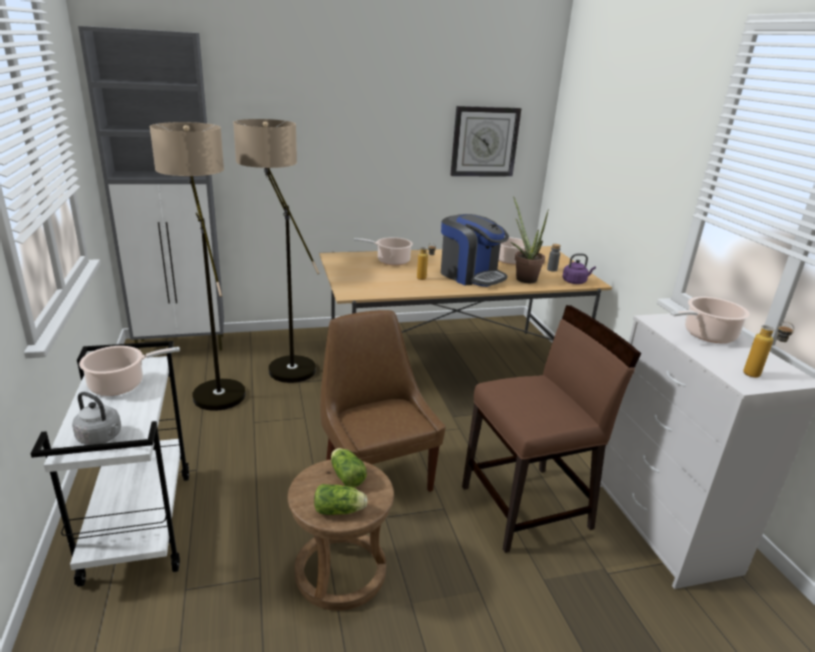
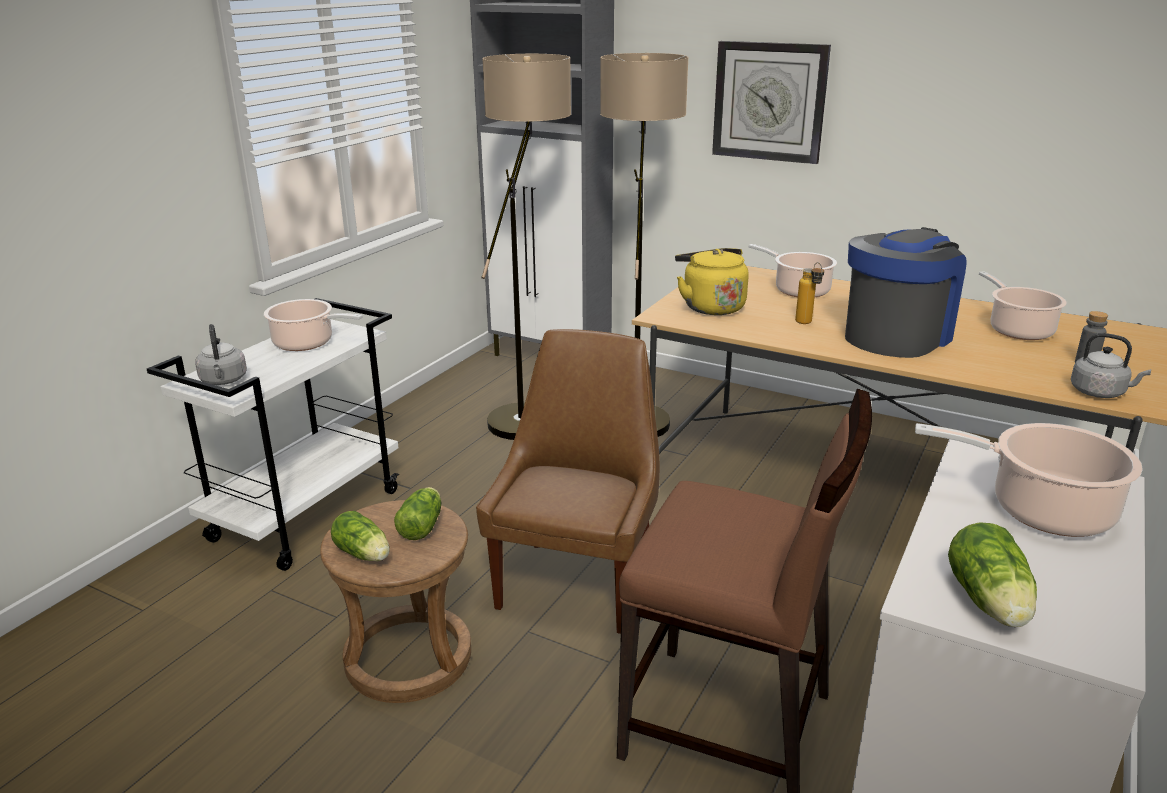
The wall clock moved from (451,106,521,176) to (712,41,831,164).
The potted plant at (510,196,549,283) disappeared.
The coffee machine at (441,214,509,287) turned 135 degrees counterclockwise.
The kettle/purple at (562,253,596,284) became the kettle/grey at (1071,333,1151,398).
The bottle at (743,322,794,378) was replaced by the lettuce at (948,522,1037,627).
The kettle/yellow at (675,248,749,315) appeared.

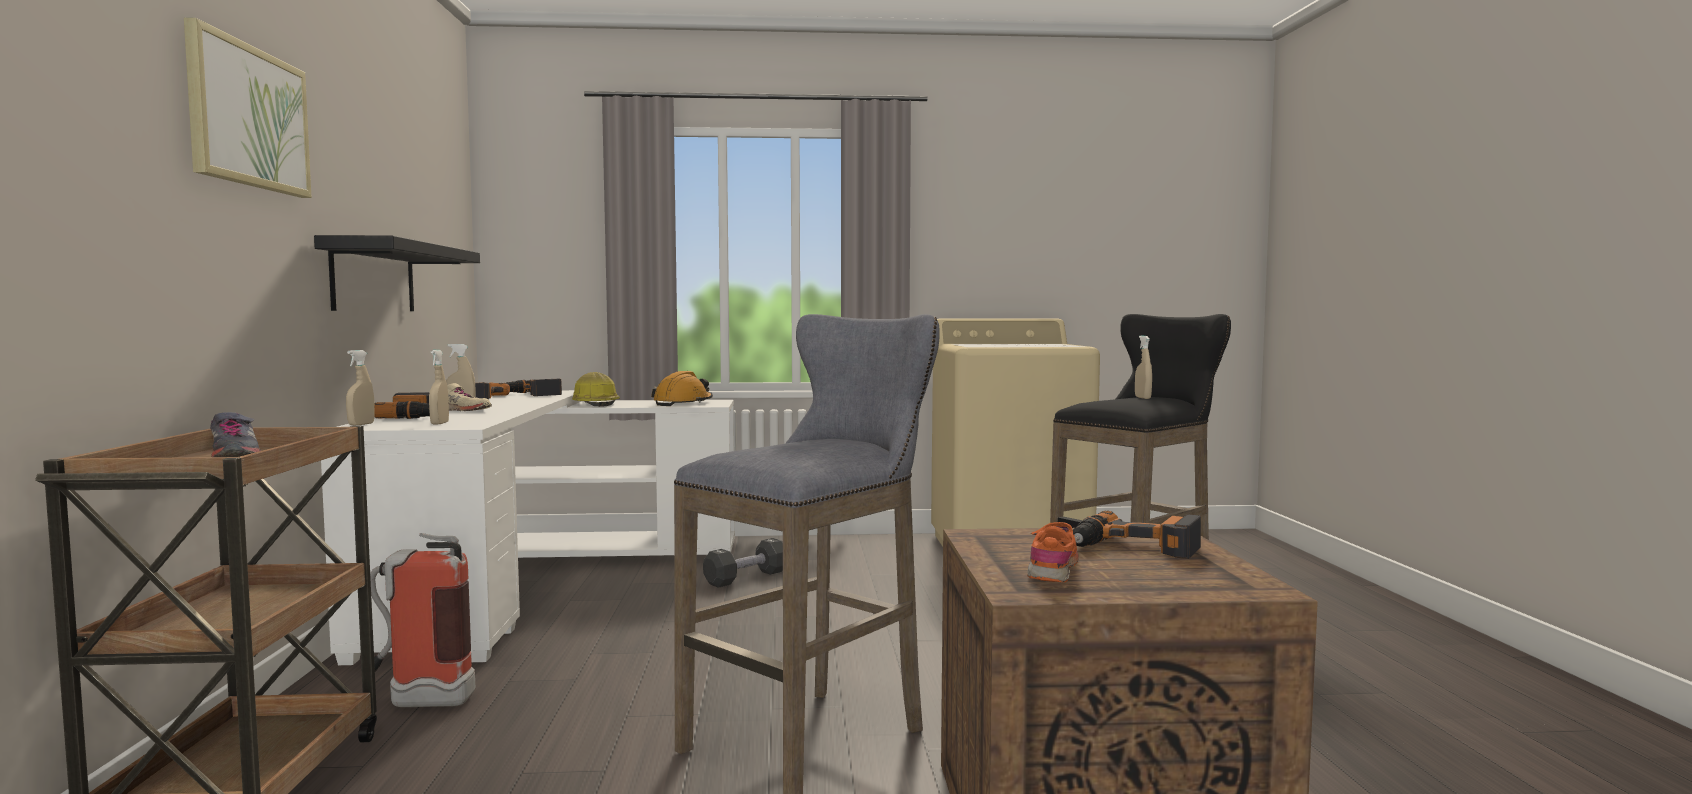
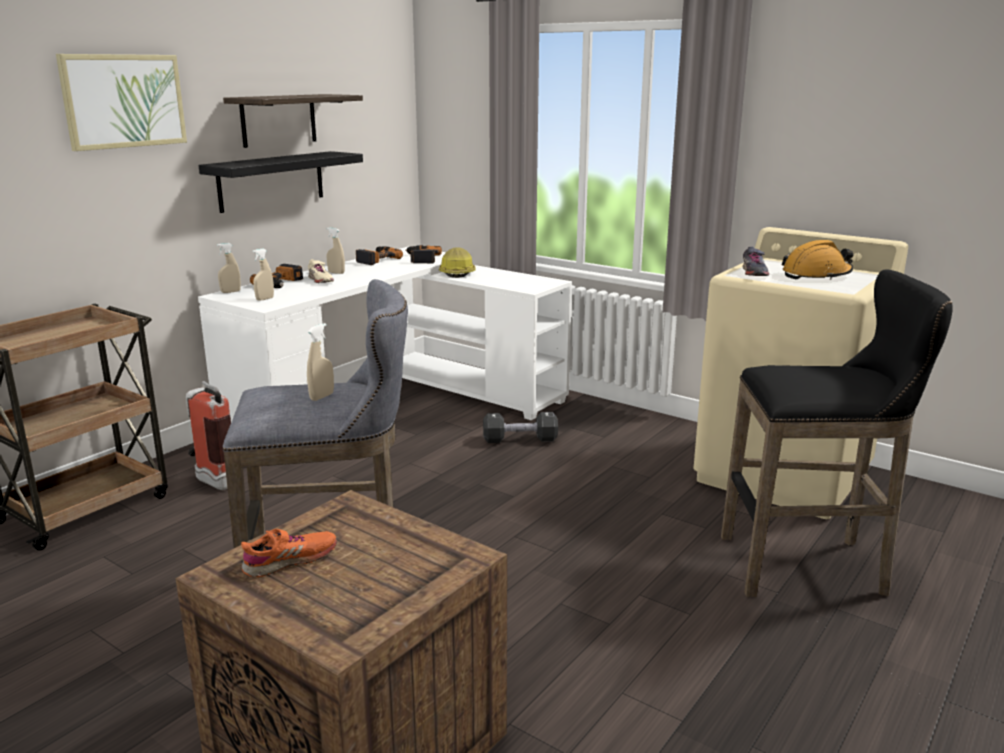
The spray bottle/beige moved from (1135,336,1152,399) to (307,323,334,401).
The hard hat/orange moved from (651,371,713,406) to (782,240,854,280).
The shoe/grey moved from (210,412,261,457) to (743,247,769,276).
The power drill at (1073,511,1201,559) disappeared.
The shelf at (223,94,363,148) appeared.

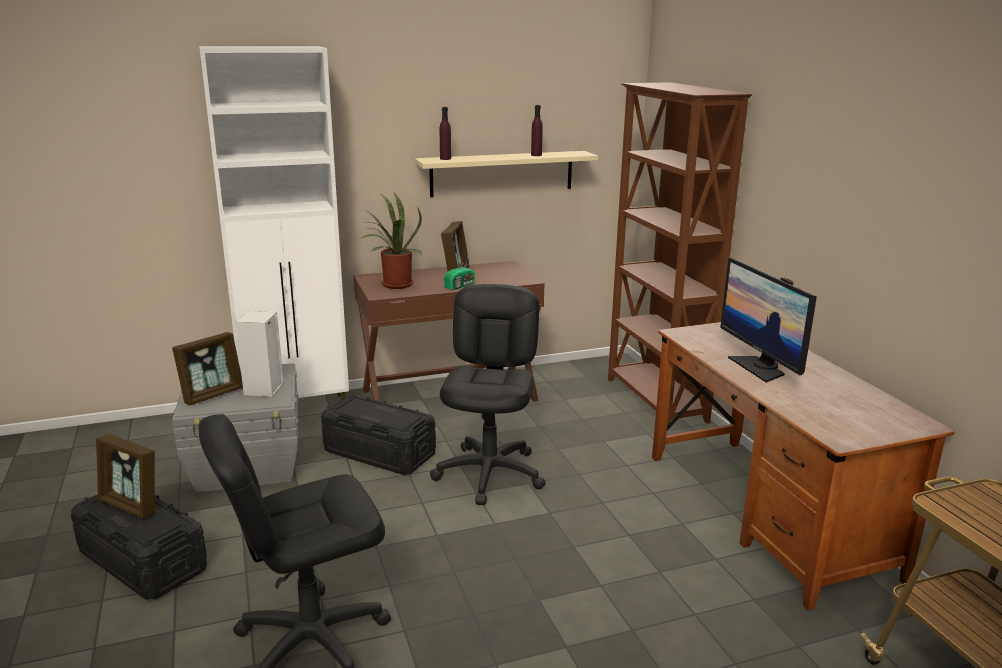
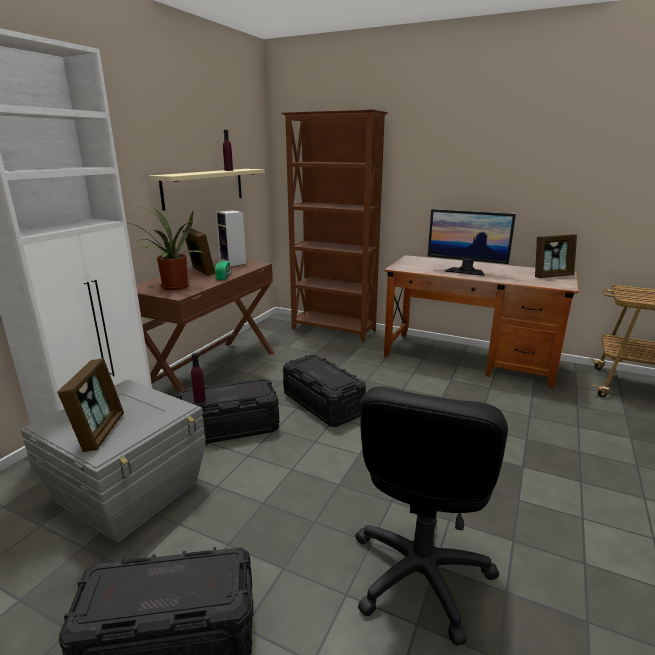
The bottle/purple moved from (440,107,451,160) to (191,353,206,403).
The office chair/black at (430,284,546,505) was replaced by the storage box/black at (283,355,366,427).
The speaker moved from (235,311,284,397) to (215,210,246,266).
The picture frame moved from (96,434,155,519) to (535,234,577,278).

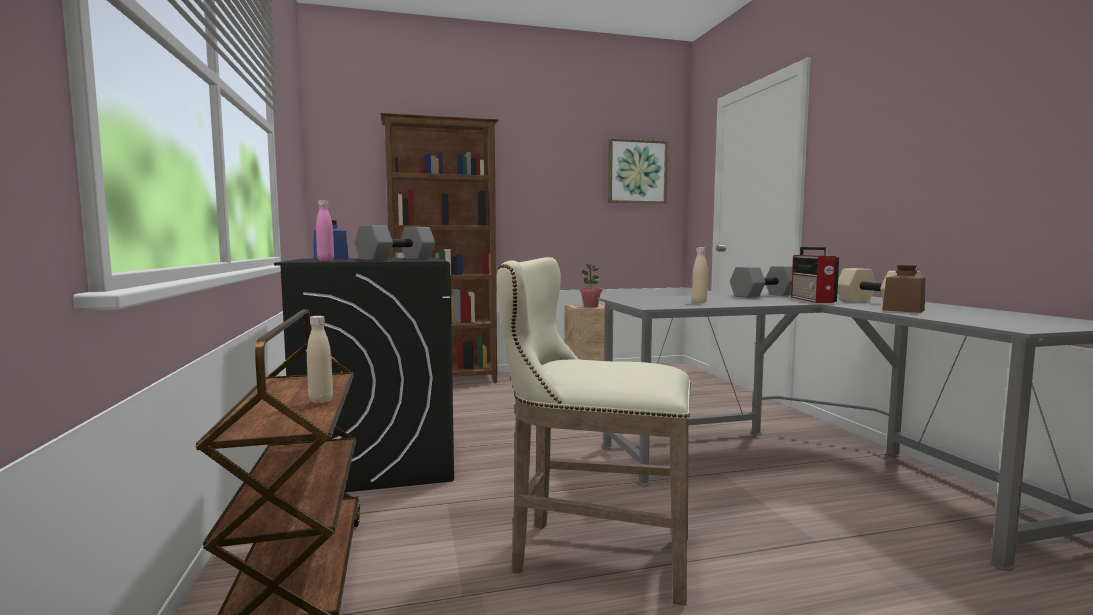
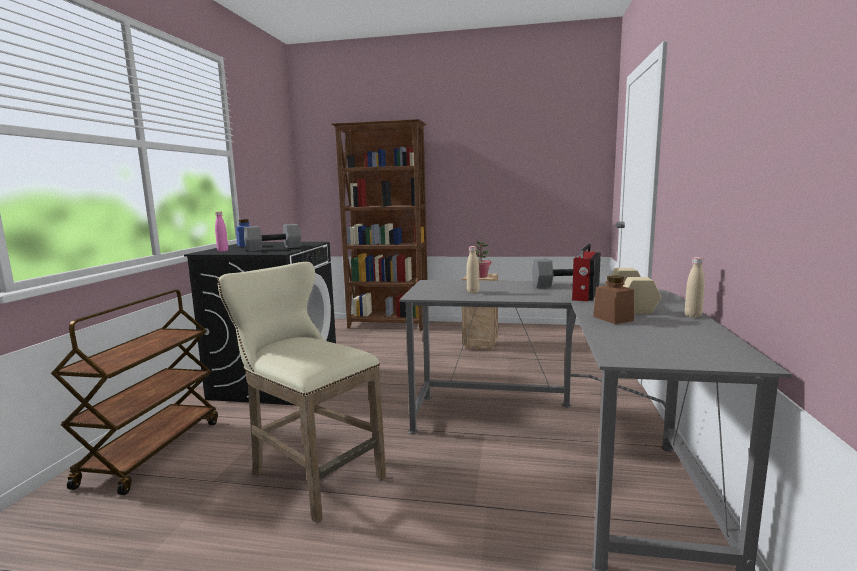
The picture at (608,138,668,204) disappeared.
The bottle/beige moved from (307,316,333,403) to (685,257,705,318).

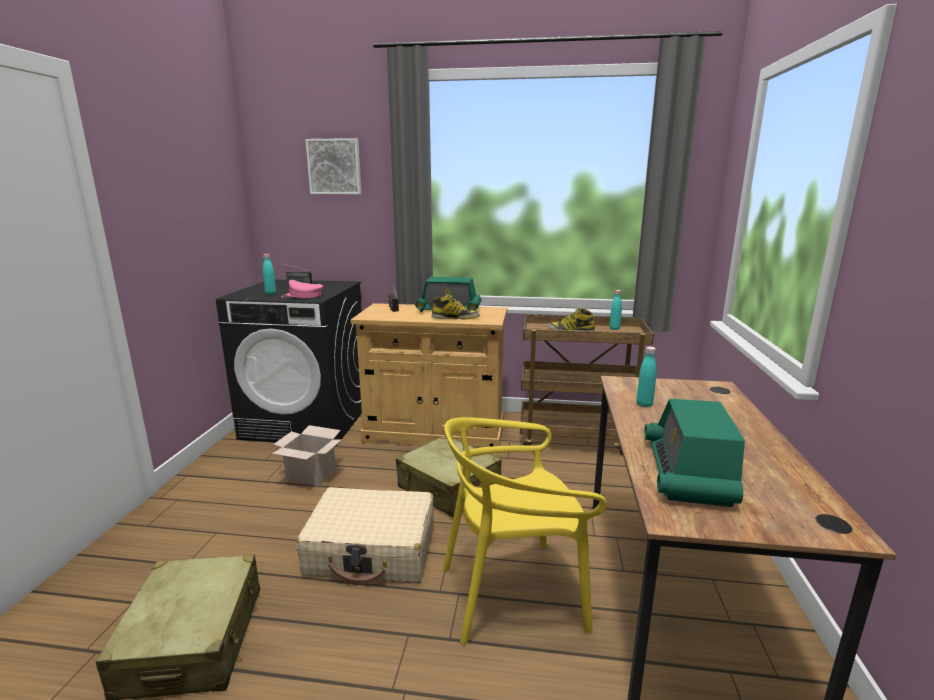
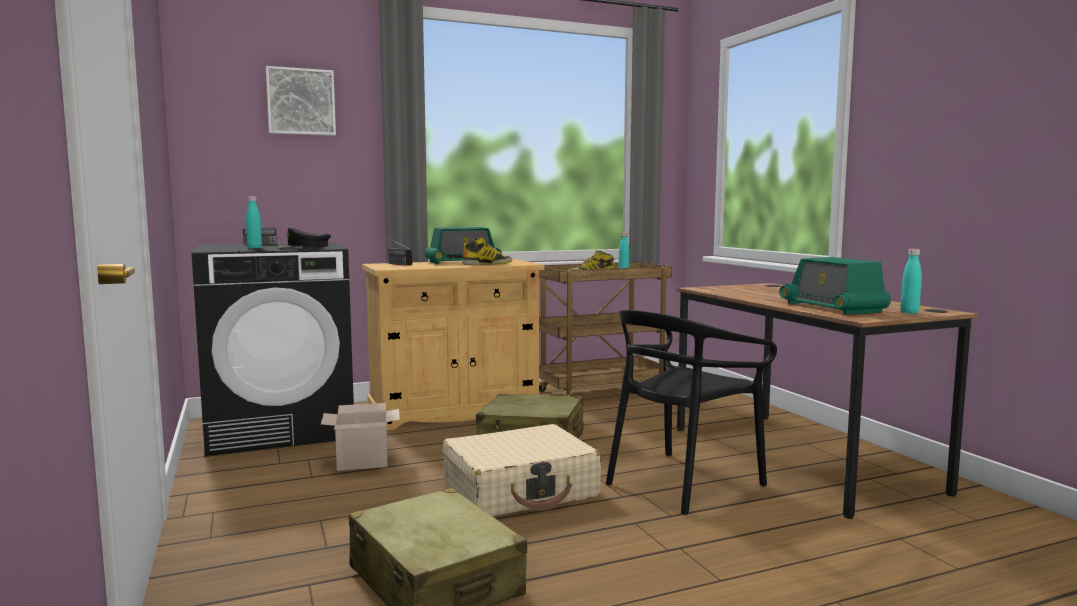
The cap/pink at (281,280,323,298) became the cap/black at (277,227,331,249).
The bottle/turquoise moved from (637,347,657,407) to (900,249,922,314).
The chair/yellow at (443,417,607,644) became the chair/black at (606,310,777,515).

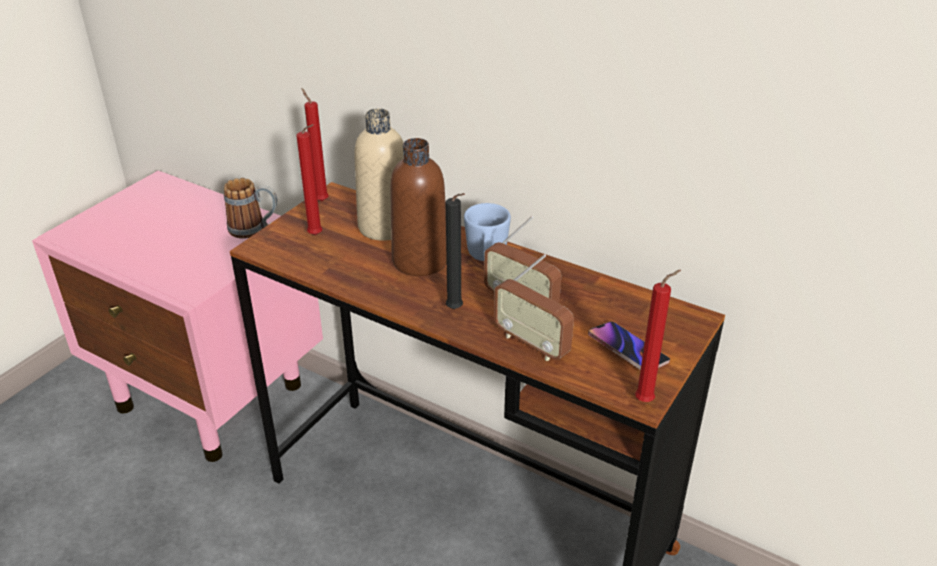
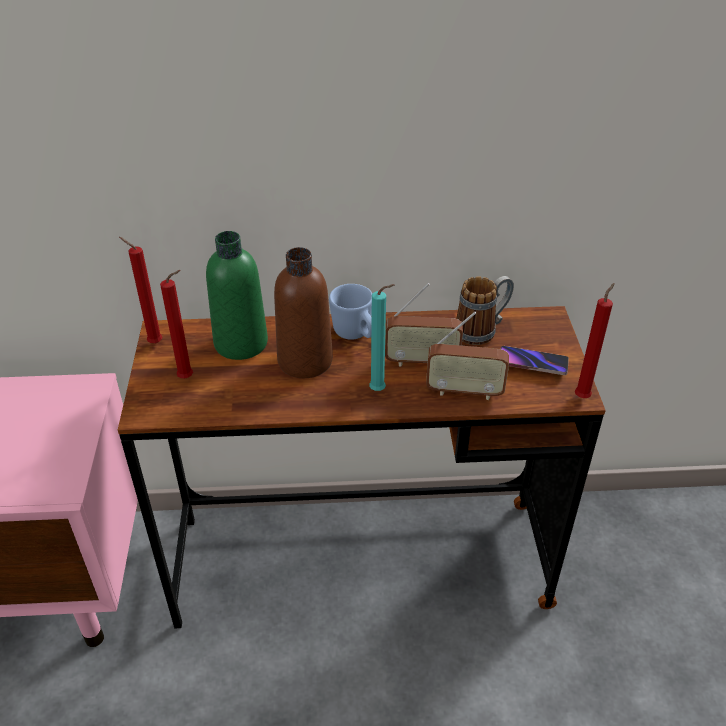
The bottle/beige at (354,108,403,240) became the bottle/green at (206,231,268,360).
The mug moved from (224,178,277,238) to (456,276,514,345).
The candle/black at (446,193,465,309) became the candle/turquoise at (369,284,394,391).

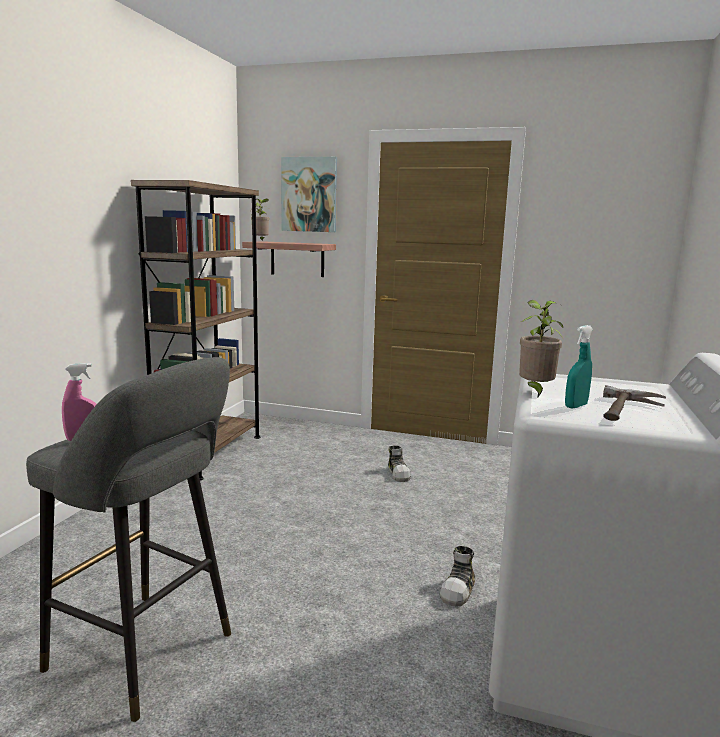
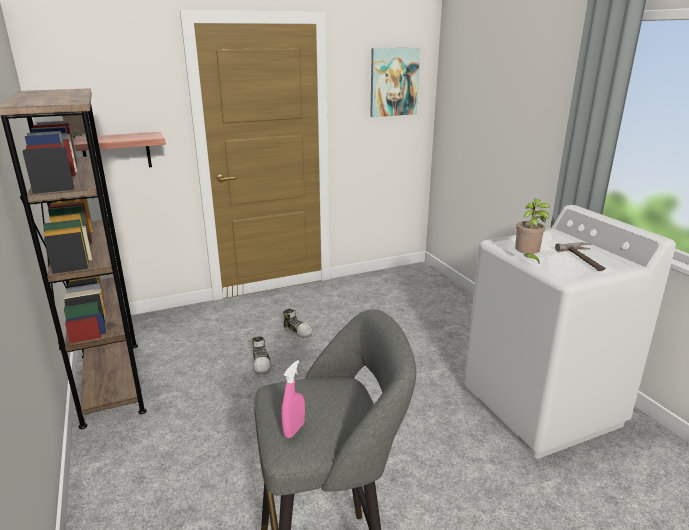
The picture moved from (281,157,337,232) to (370,48,420,117).
The spray bottle/turquoise at (565,325,593,409) disappeared.
The shoe moved from (440,546,475,607) to (252,336,271,374).

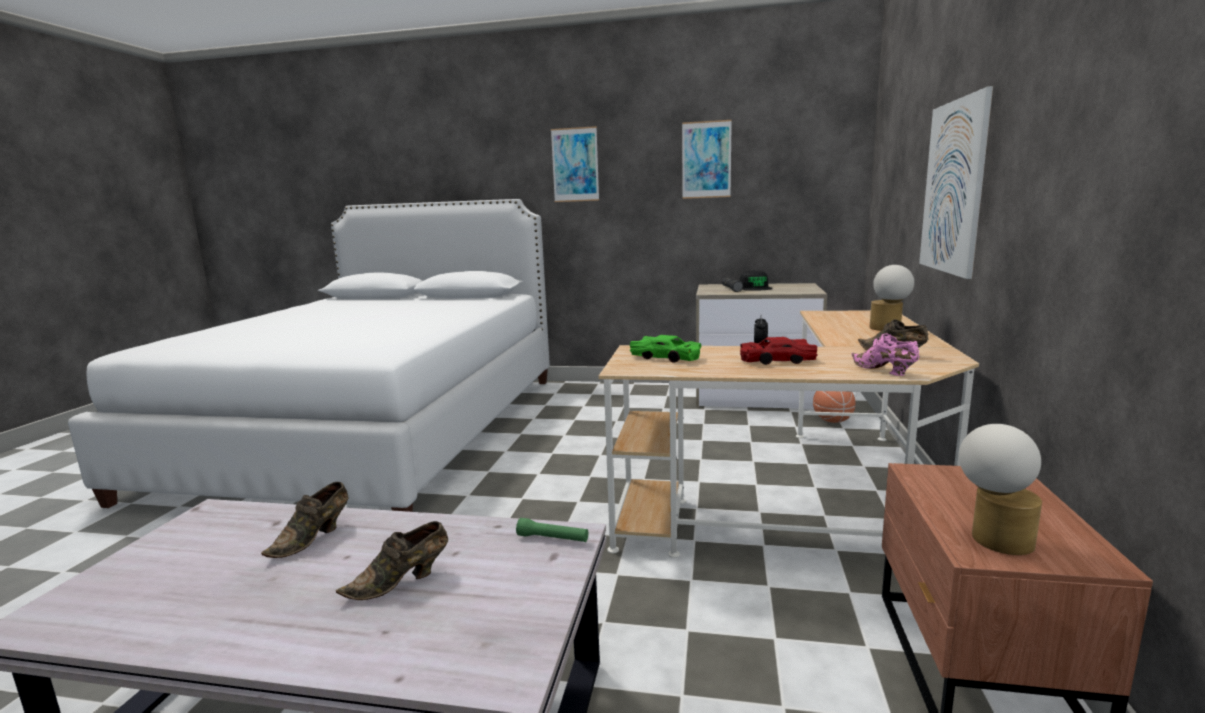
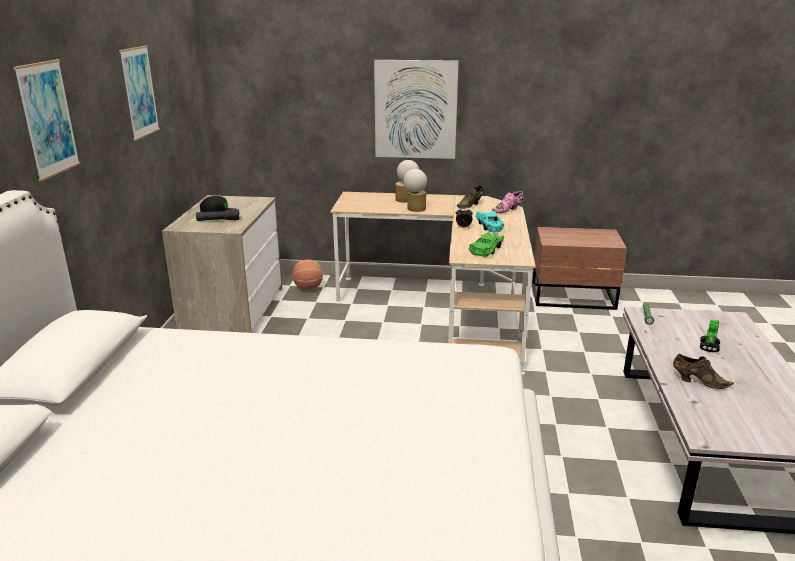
The toy car/red at (740,337,818,365) became the toy car/turquoise at (476,211,504,232).
The table lamp moved from (959,424,1042,555) to (403,169,427,212).
The shoe/brown at (336,521,448,600) was replaced by the toy robot at (700,319,720,352).

